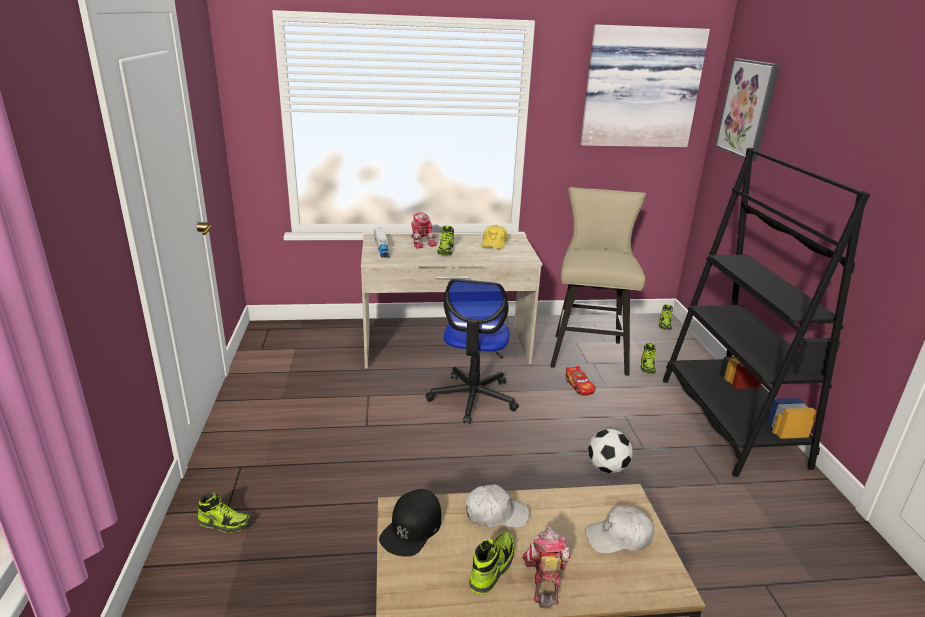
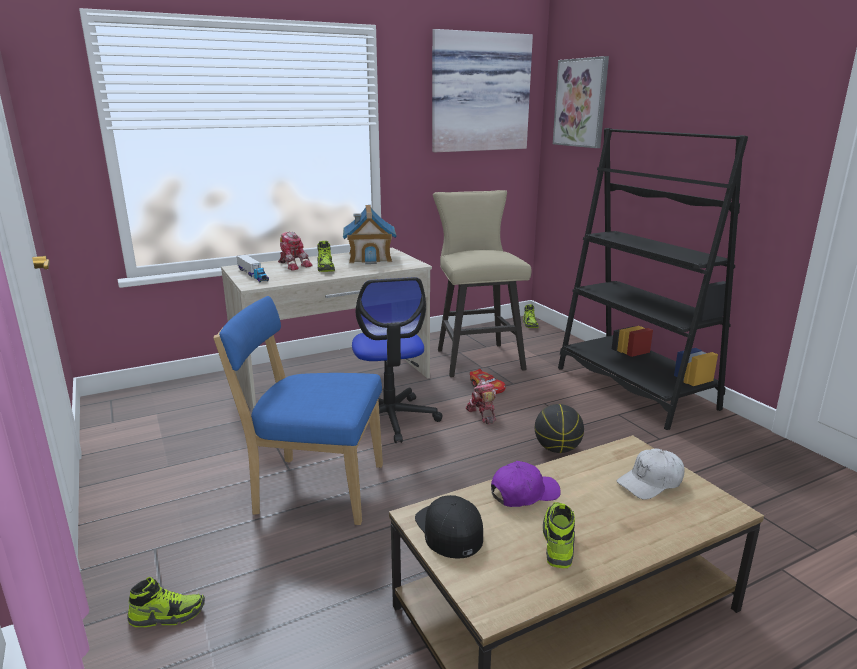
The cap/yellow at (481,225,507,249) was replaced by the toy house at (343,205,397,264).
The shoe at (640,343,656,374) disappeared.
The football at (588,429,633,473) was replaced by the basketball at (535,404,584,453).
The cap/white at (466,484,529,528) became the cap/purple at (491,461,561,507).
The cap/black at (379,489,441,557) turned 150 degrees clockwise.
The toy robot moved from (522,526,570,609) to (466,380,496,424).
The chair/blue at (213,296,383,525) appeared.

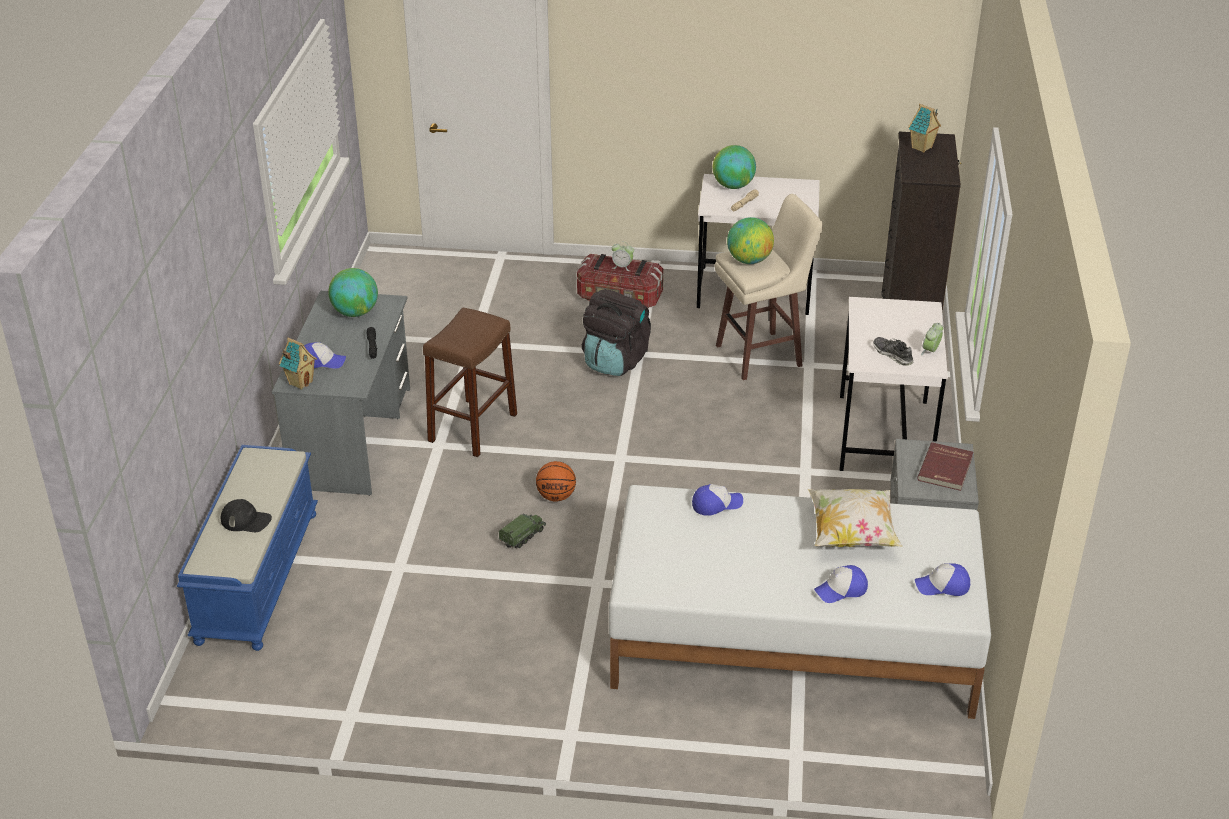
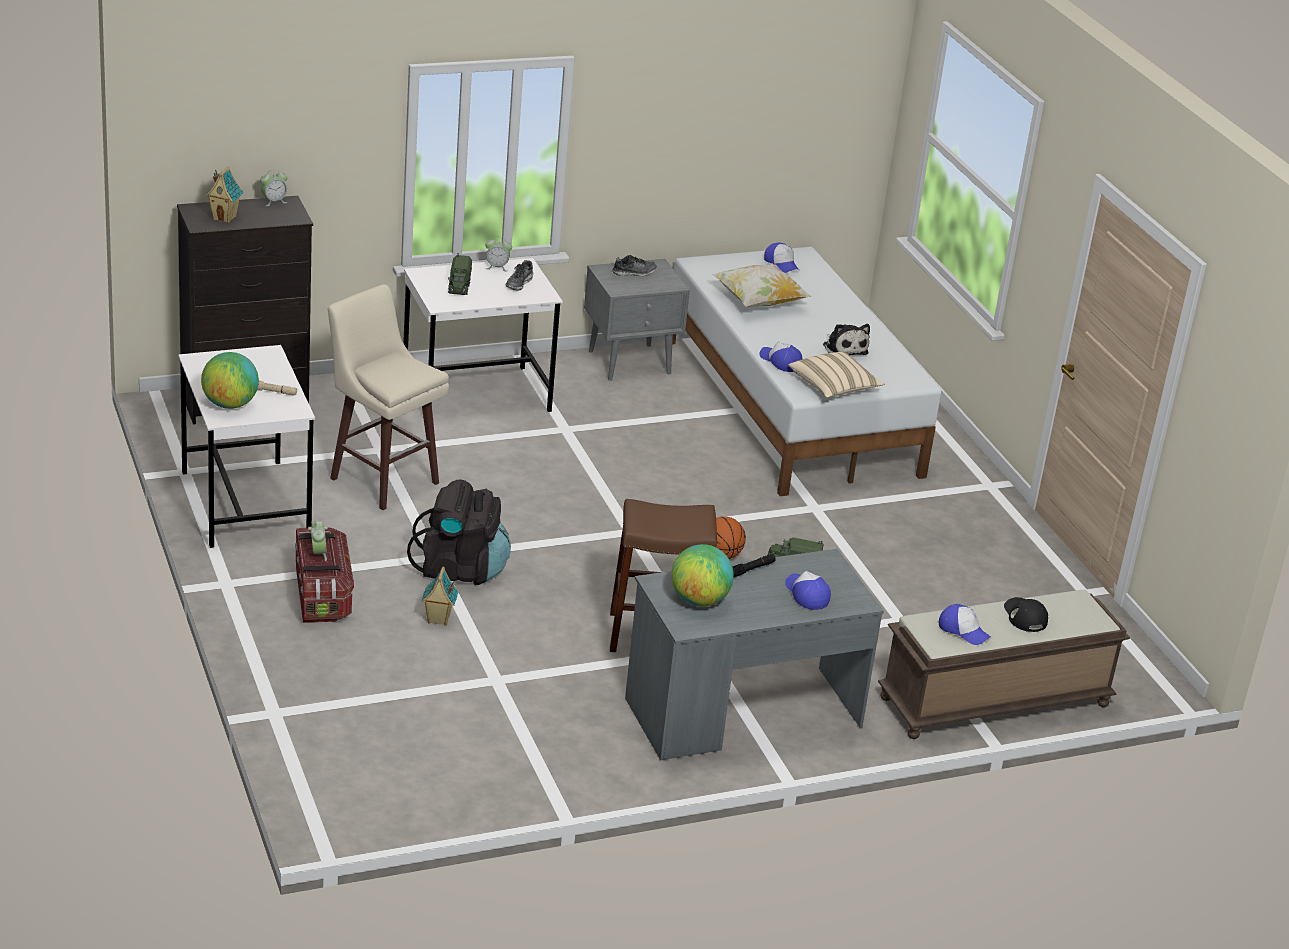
The globe at (727,217,774,264) disappeared.
The toy house moved from (279,338,317,390) to (421,566,458,626).
The book/red at (917,442,973,491) was replaced by the shoe at (612,255,656,277).
The bench/blue at (177,445,318,651) became the bench/brown at (878,590,1130,739).
The cap moved from (814,565,868,603) to (939,604,991,645).
The alarm clock at (260,169,287,206) appeared.
The toy truck at (448,253,472,295) appeared.
The plush toy at (823,324,870,356) appeared.
The pillow/beige at (788,352,884,398) appeared.

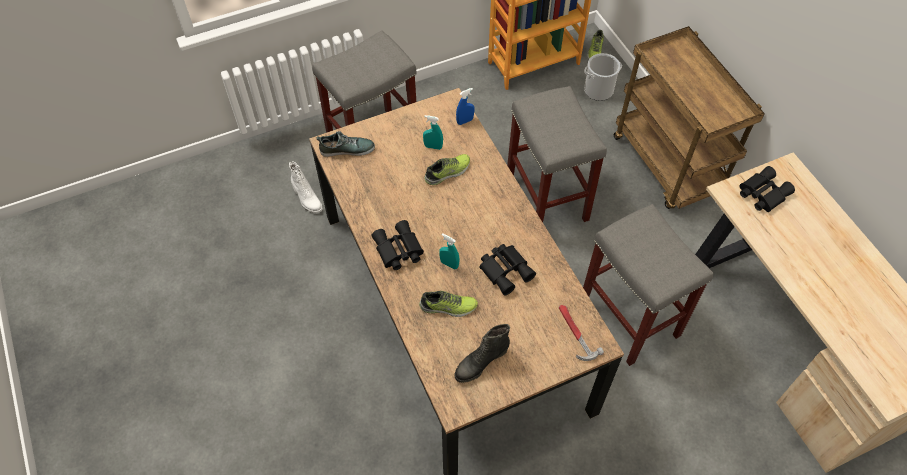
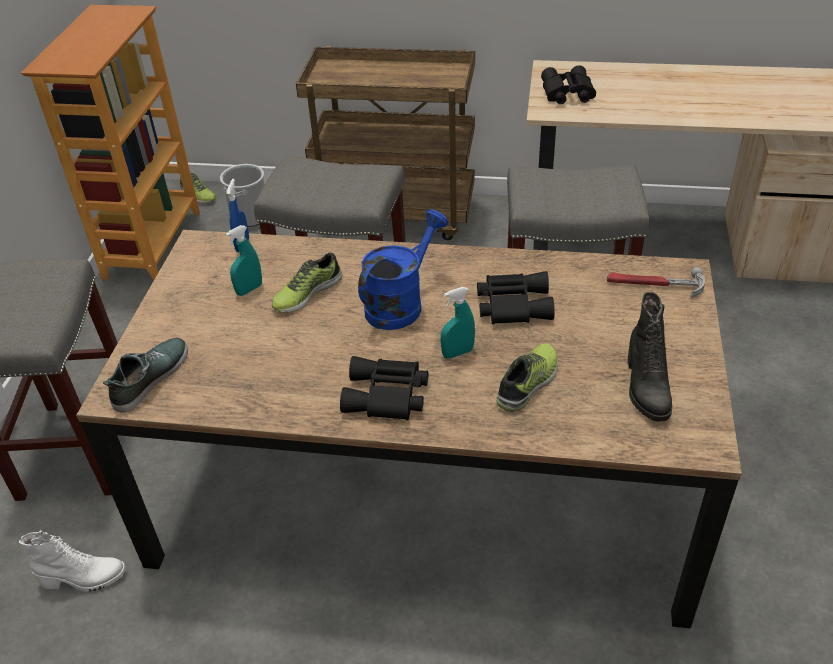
The shoe at (424,154,470,185) turned 135 degrees counterclockwise.
The watering can/blue at (358,209,448,330) appeared.

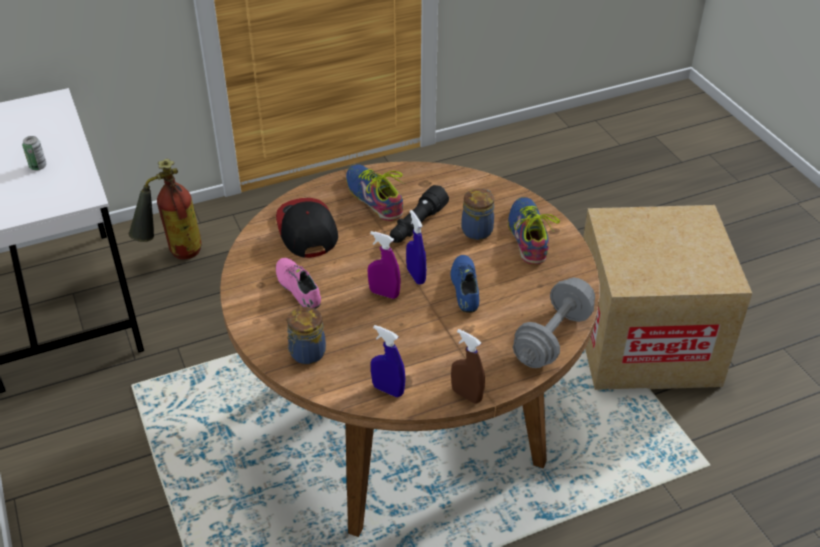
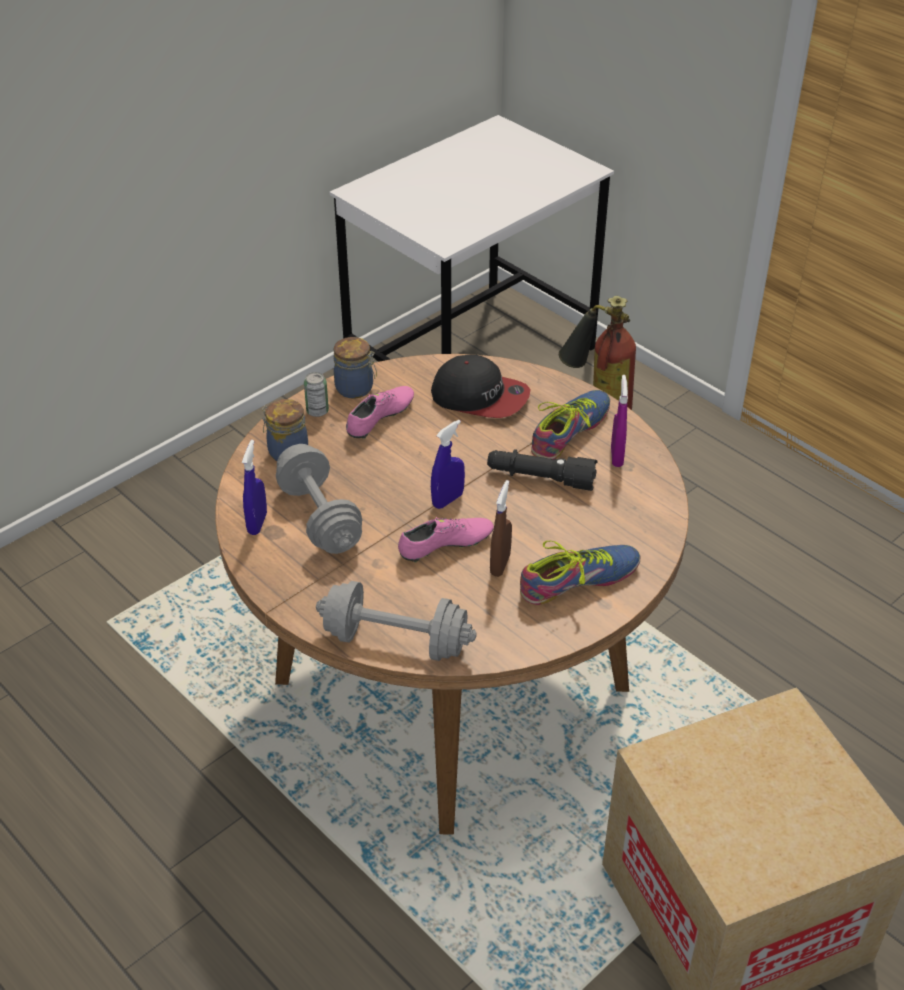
The can moved from (22,136,47,170) to (304,372,329,417).
The jar moved from (461,189,494,240) to (334,337,377,399).
The cap at (276,198,338,258) turned 60 degrees clockwise.
The spray bottle/purple moved from (368,231,401,299) to (611,375,628,467).
The shoe/blue at (450,255,479,313) became the shoe/pink at (398,517,494,562).
The spray bottle/brown moved from (451,329,485,403) to (490,480,512,577).
The dumbbell/grey at (276,444,362,554) appeared.

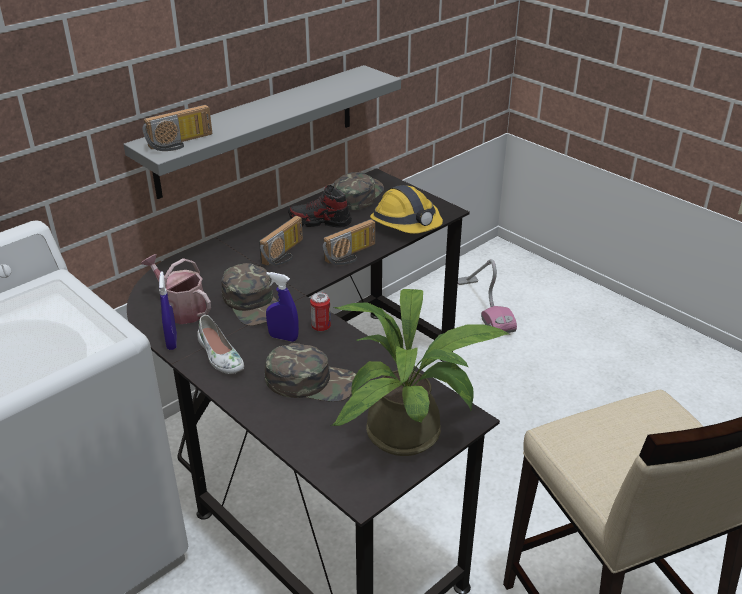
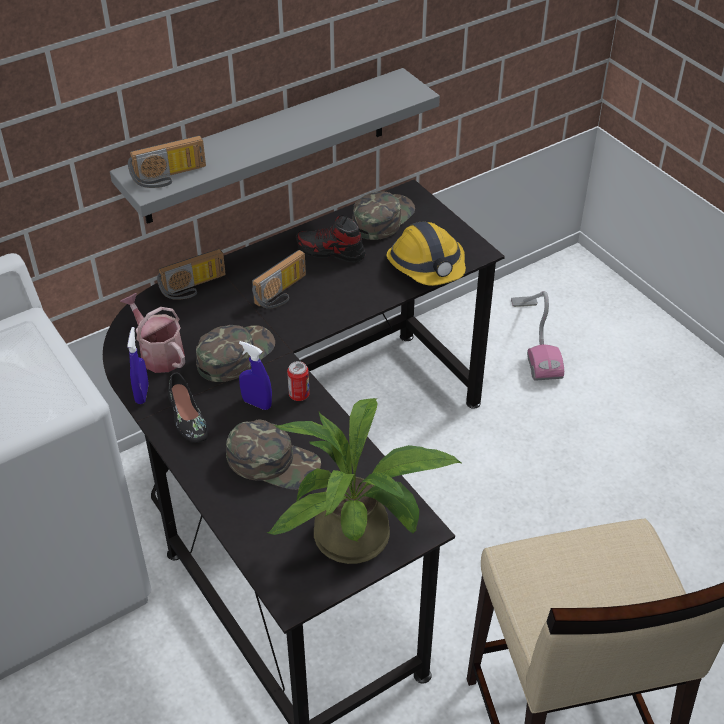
The radio moved from (323,219,375,265) to (157,249,226,300).
The cap/green at (221,263,278,326) turned 120 degrees counterclockwise.
The shoe/white at (198,315,244,374) became the shoe/black at (168,372,209,443).

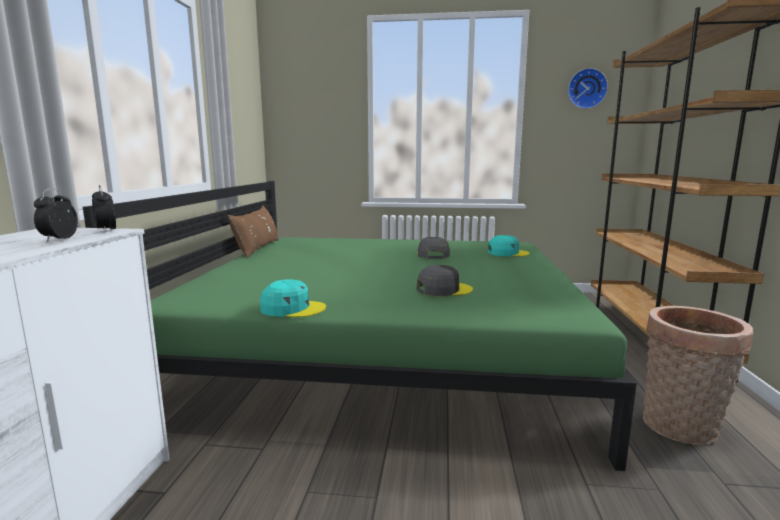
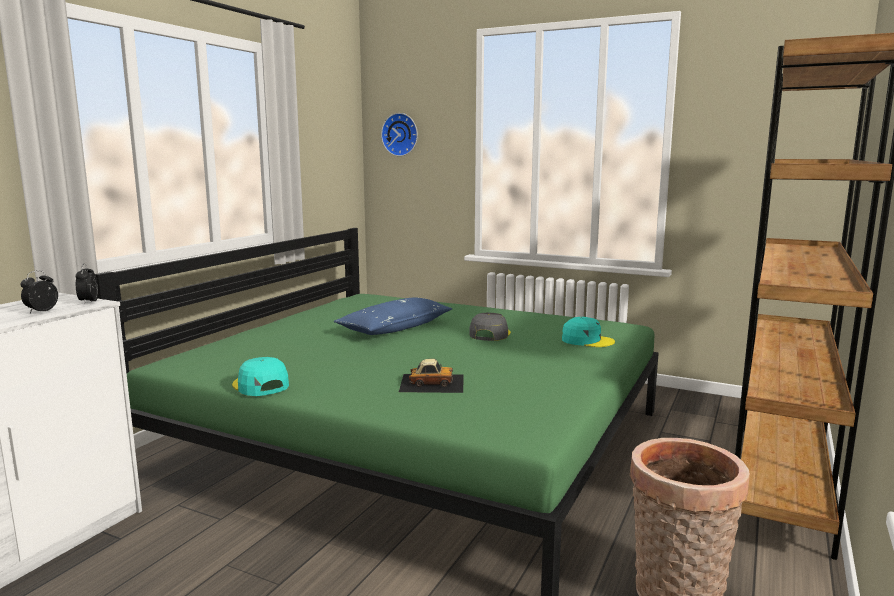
The wall clock moved from (568,68,608,109) to (381,113,418,156).
The pillow/brown at (228,205,279,258) disappeared.
The cap/grey at (417,265,473,296) was replaced by the toy car at (399,359,464,393).
The cap/turquoise at (260,279,326,317) turned 150 degrees counterclockwise.
The pillow/blue at (334,297,452,335) appeared.

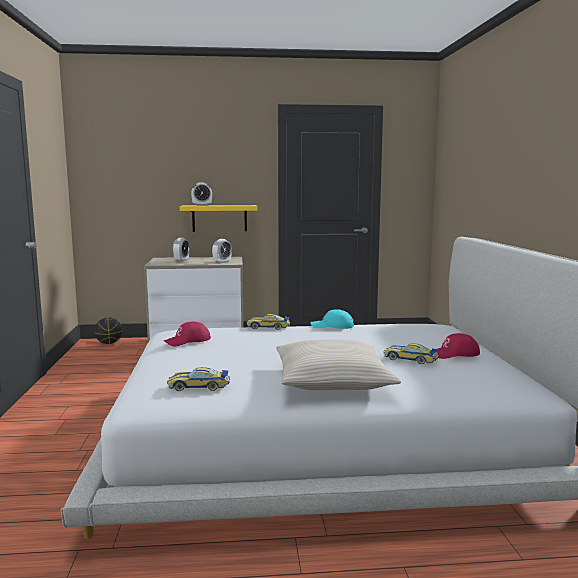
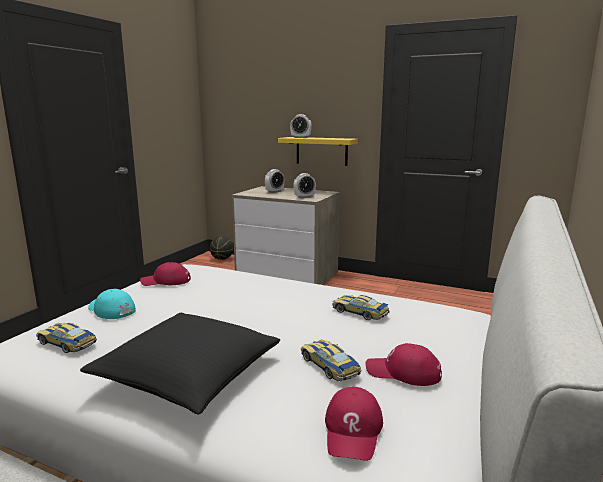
The cap/turquoise moved from (311,309,354,329) to (88,289,136,319).
The toy car moved from (246,314,290,330) to (332,295,389,320).
The pillow/beige at (276,340,401,390) became the pillow/black at (80,313,280,414).
The cap/red at (325,387,383,461) appeared.

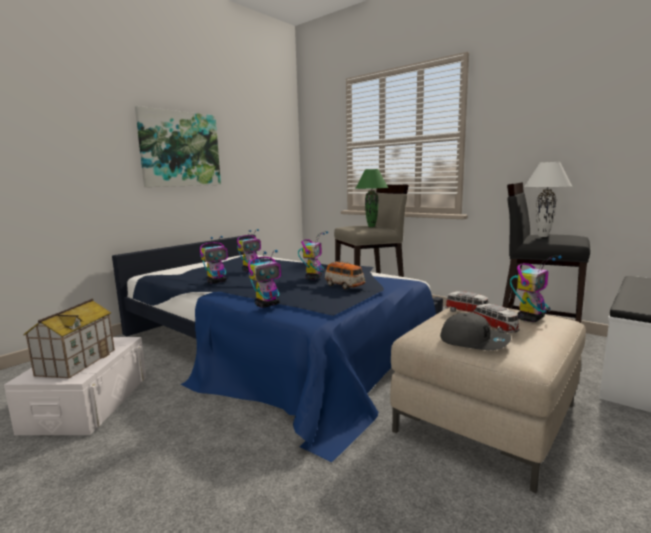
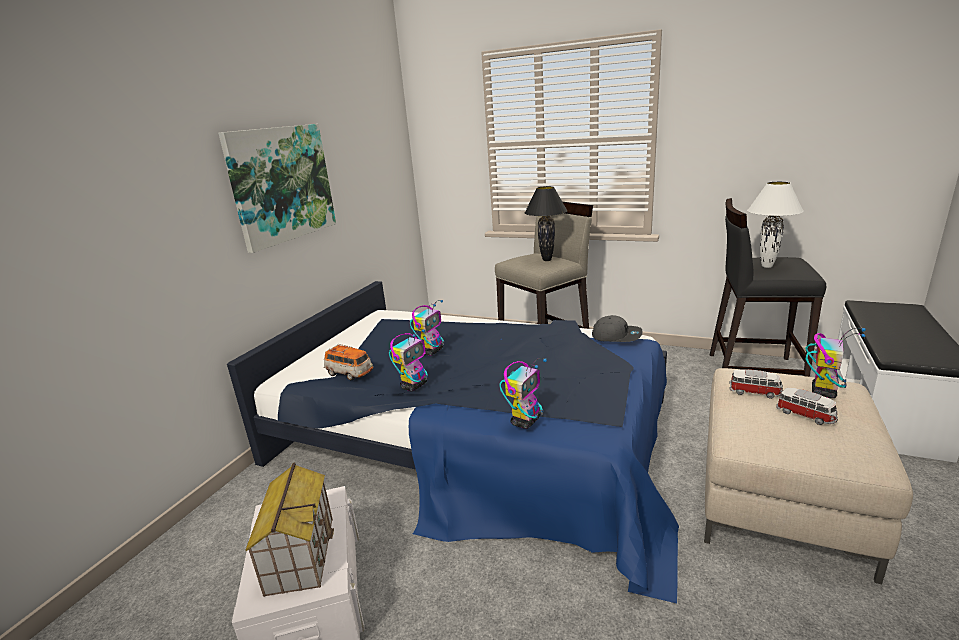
The table lamp/green at (355,169,388,227) became the table lamp/black at (525,186,567,261).
The toy robot at (298,231,328,280) disappeared.
The toy car moved from (324,261,365,290) to (324,344,373,380).
The cap/grey moved from (440,313,511,350) to (592,315,643,342).

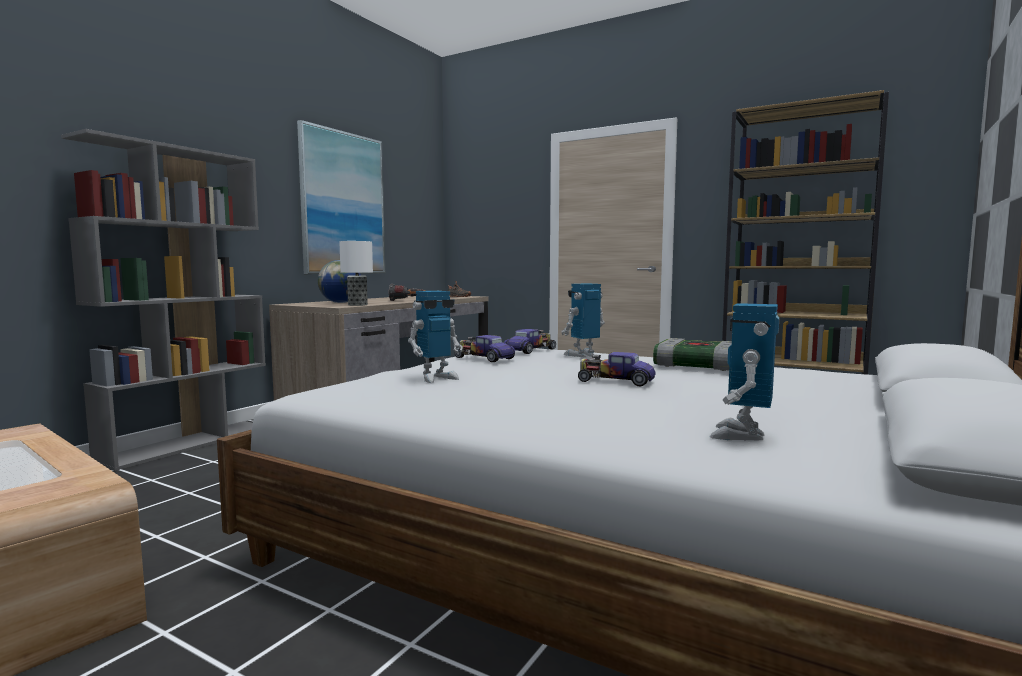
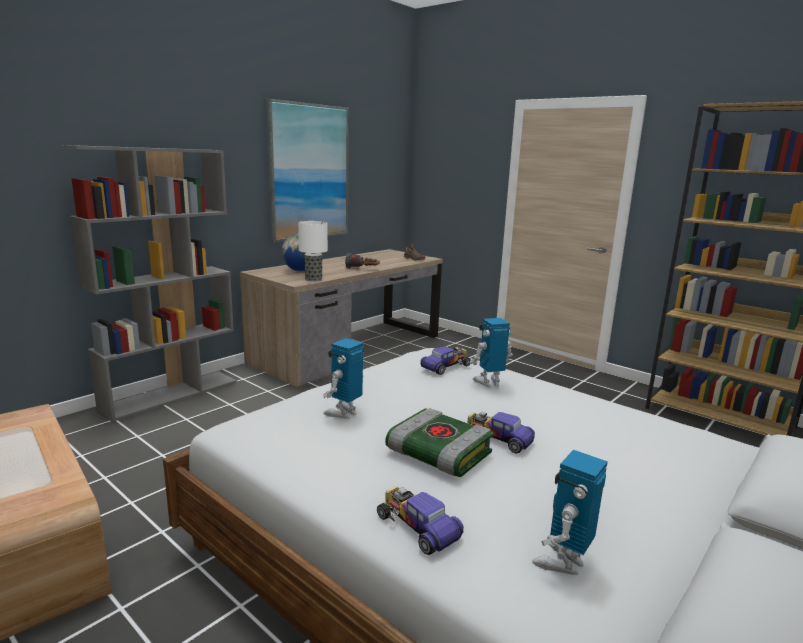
The toy robot at (408,291,463,383) turned 150 degrees clockwise.
The toy car moved from (454,335,515,362) to (377,486,464,555).
The book moved from (653,338,732,371) to (385,408,494,477).

